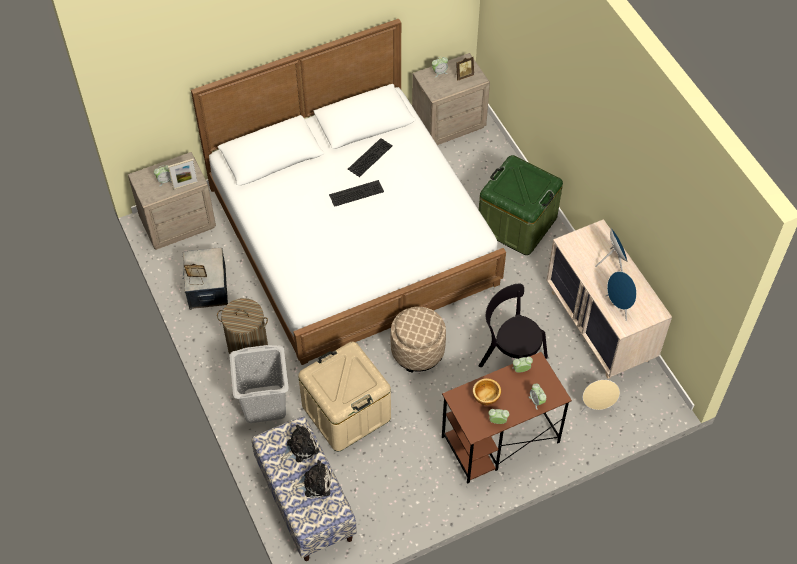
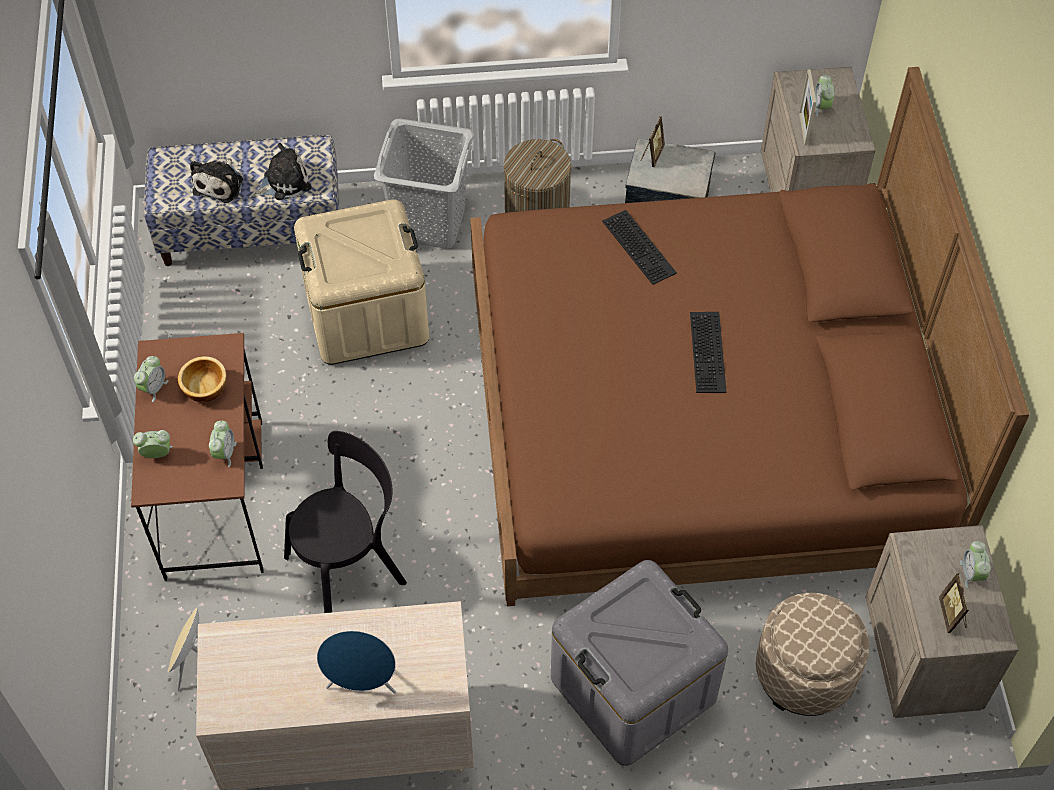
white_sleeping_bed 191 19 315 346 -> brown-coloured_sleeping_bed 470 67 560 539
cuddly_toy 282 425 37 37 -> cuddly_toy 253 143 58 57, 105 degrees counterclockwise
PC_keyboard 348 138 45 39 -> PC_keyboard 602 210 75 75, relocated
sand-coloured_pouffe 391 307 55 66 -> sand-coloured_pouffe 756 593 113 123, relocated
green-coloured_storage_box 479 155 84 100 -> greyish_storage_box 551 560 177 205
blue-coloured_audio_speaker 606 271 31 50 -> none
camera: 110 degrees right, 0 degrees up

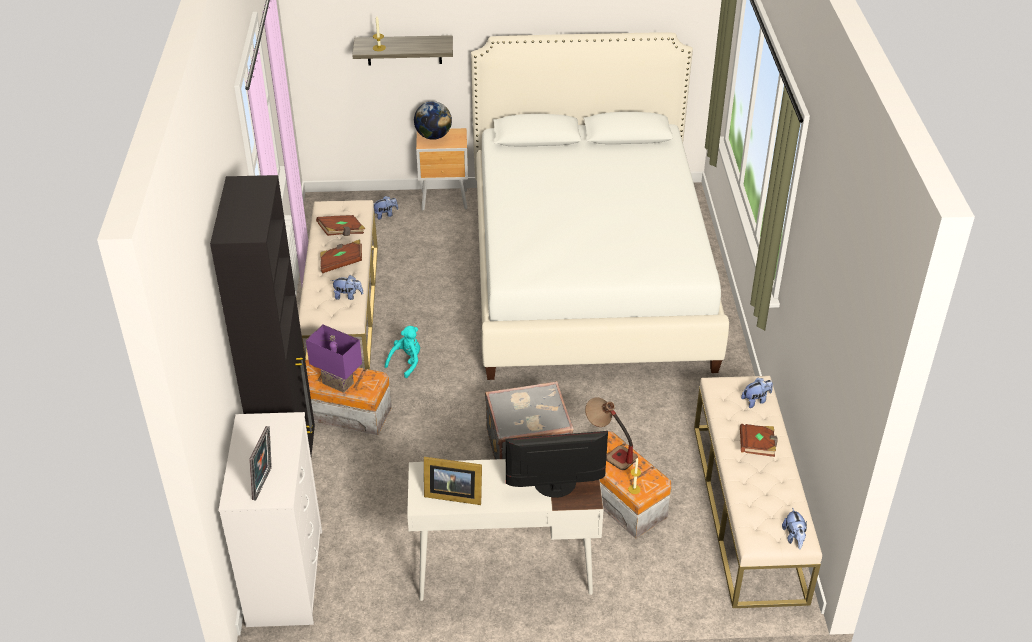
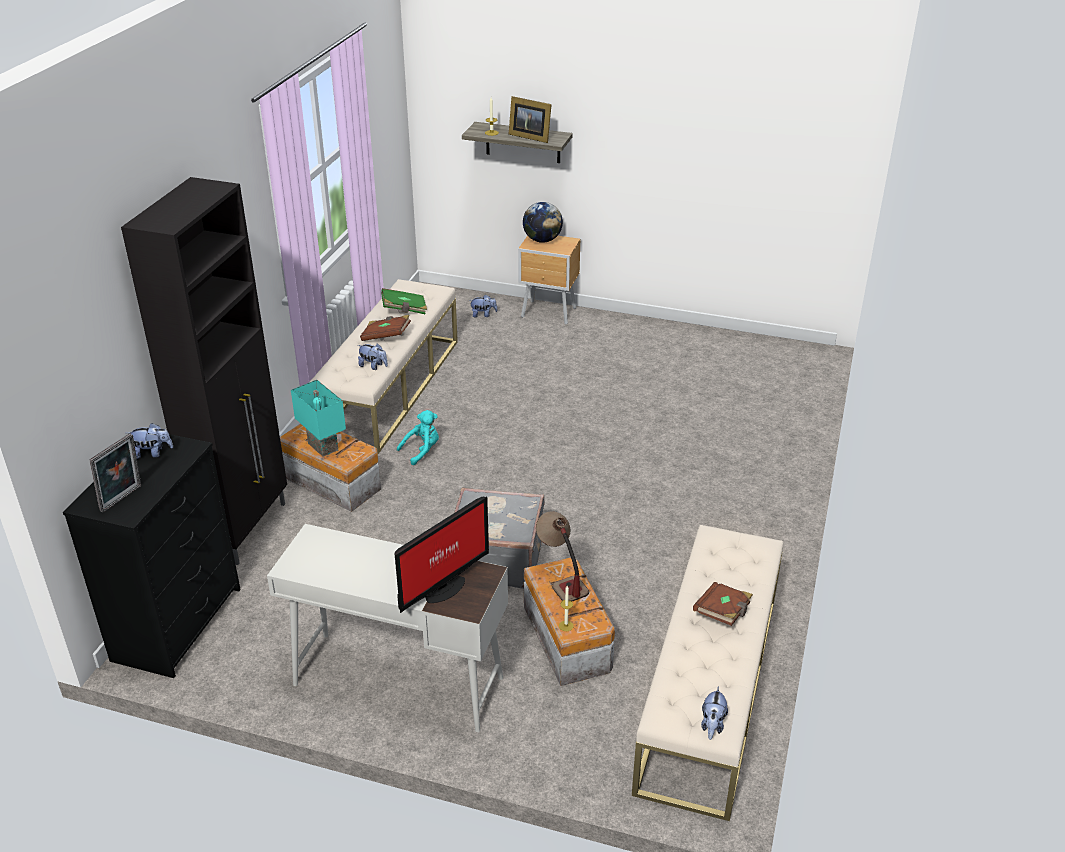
white_dresser 219 412 103 215 -> blackish_dresser 63 434 178 244
purple-coloured_tabletop_lamp 306 325 56 68 -> turquoise-coloured_tabletop_lamp 291 380 55 77
brown-coloured_volume 316 215 50 21 -> green-coloured_volume 381 288 46 26
standing_frame 424 457 58 48 -> standing_frame 509 96 43 47, relocated
white_sleeping_bed 471 32 258 348 -> none
computer_screen 505 431 103 67 -> computer_screen 394 496 95 117, 120 degrees clockwise
cuddly_toy 741 377 32 31 -> cuddly_toy 126 423 47 36, relocated
camera: 20 degrees right, 5 degrees down

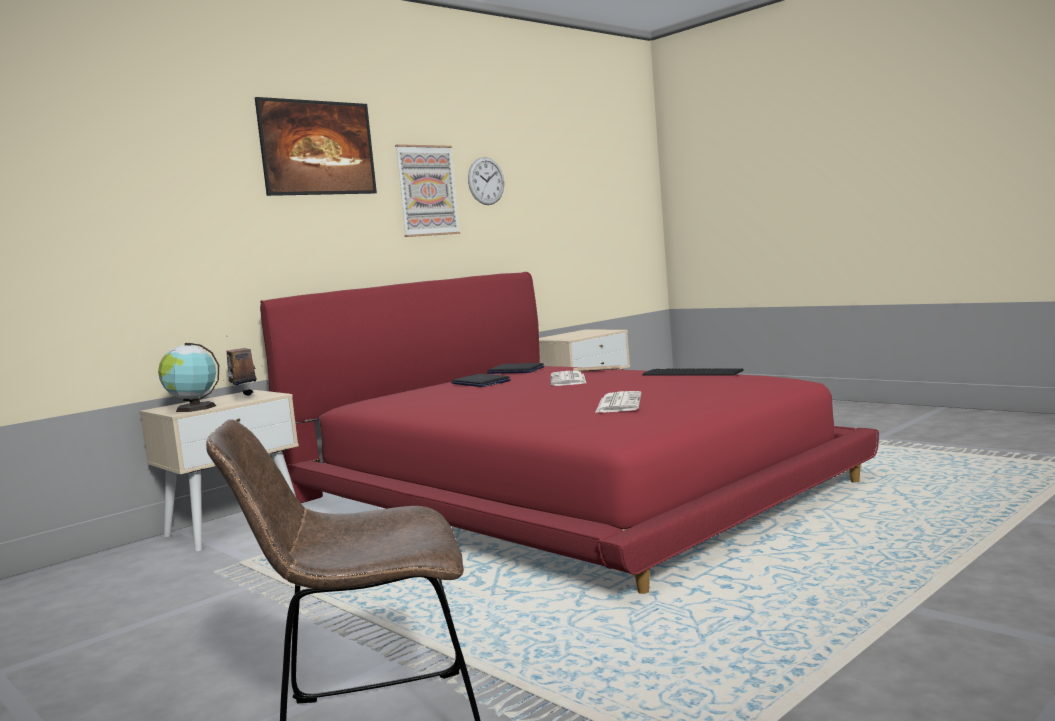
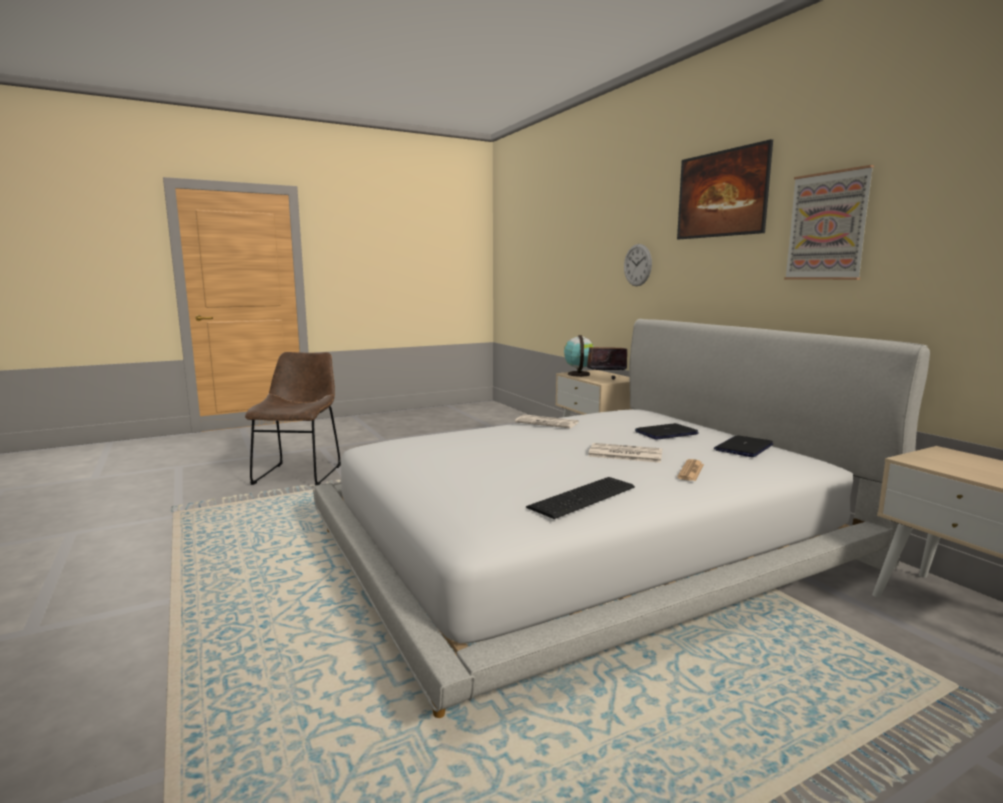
red-coloured_sleeping_bed 260 272 619 322 -> white_sleeping_bed 313 319 617 399
wall_clock 468 157 36 48 -> wall_clock 624 244 28 42, relocated
daily_paper 595 391 46 22 -> daily_paper 515 415 64 13, relocated
camera: 105 degrees right, 5 degrees up

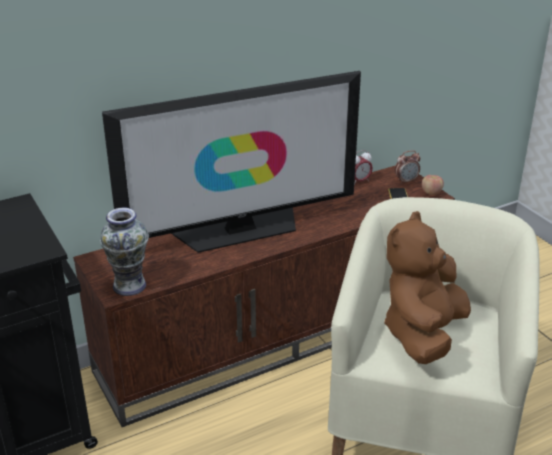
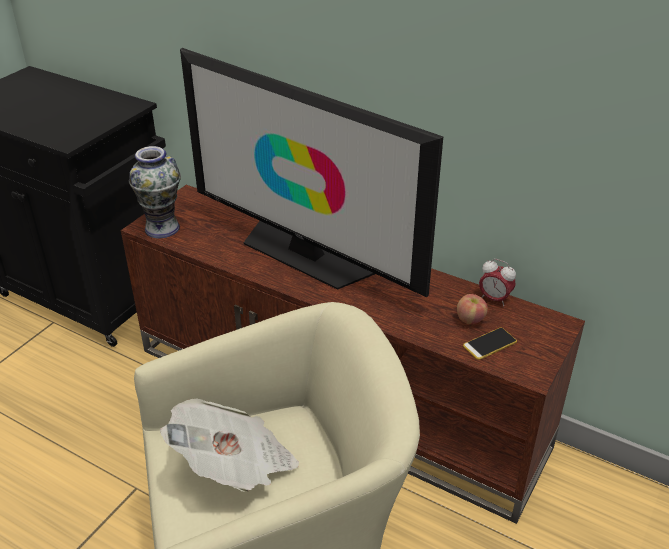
brown-coloured_cuddly_toy 384 211 87 153 -> daily_paper 160 398 139 94
bedside_clock 394 150 26 34 -> none
apple 422 175 22 20 -> apple 457 294 31 30, relocated
camera: 60 degrees right, 5 degrees up

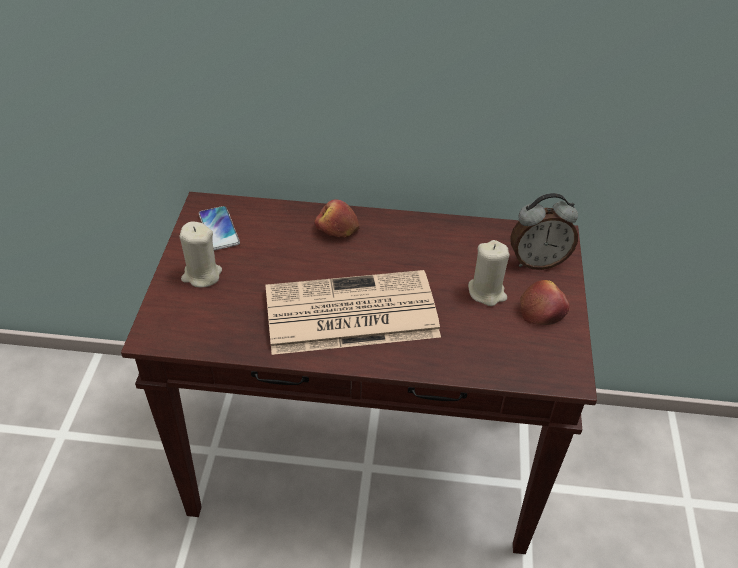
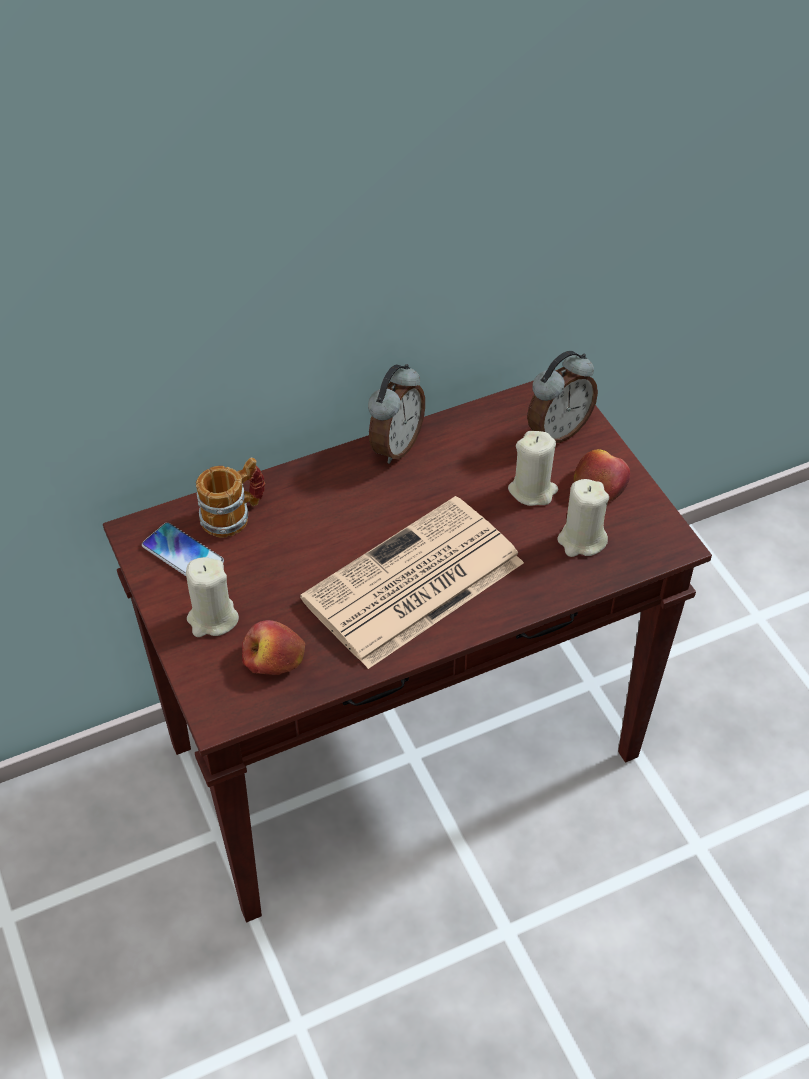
apple 315 199 45 38 -> apple 242 620 63 55, relocated
none -> tea_mug 196 458 69 79
none -> bedside_clock 368 364 57 100
none -> sand-coloured_candle 557 479 52 78
camera: 30 degrees left, 5 degrees up

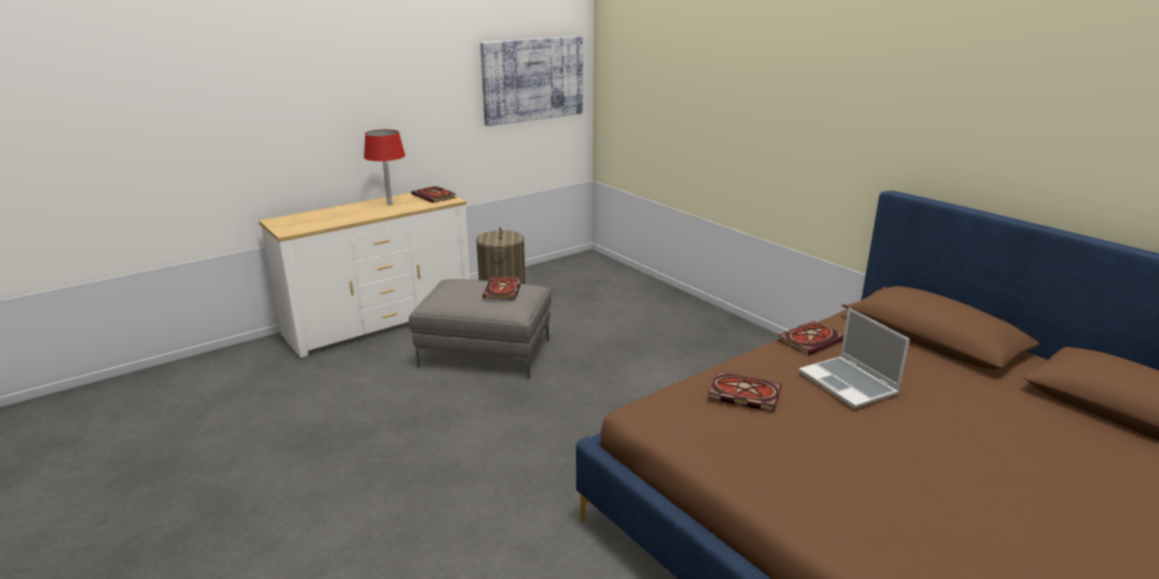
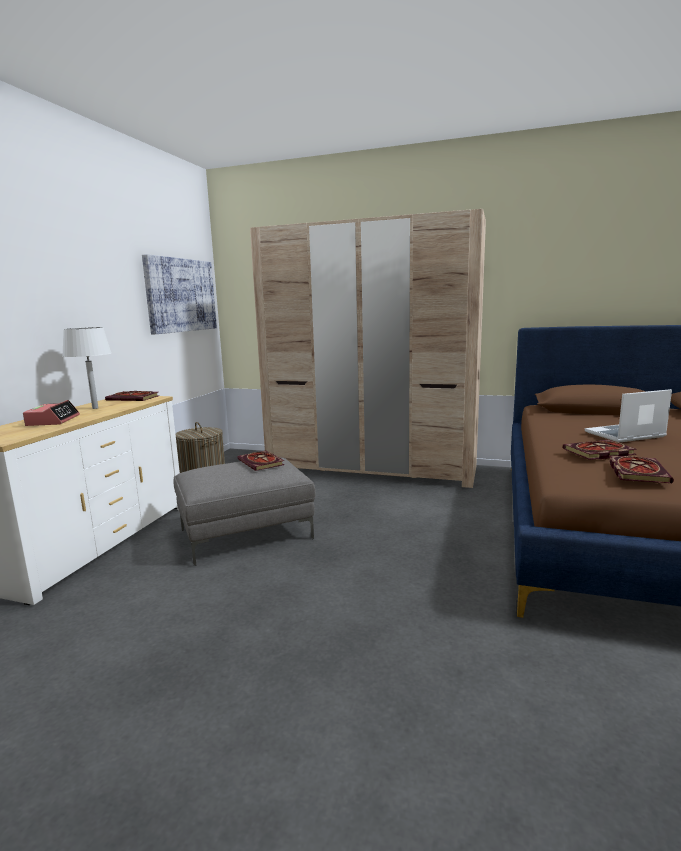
red-coloured_tabletop_lamp 364 129 41 76 -> white_tabletop_lamp 62 327 50 82
volume 777 321 67 34 -> volume 609 455 65 28, relocated
laptop 799 308 111 100 -> laptop 585 389 87 54, 135 degrees clockwise
none -> bedside_clock 23 400 57 26
none -> sand-coloured_armoire 250 209 236 279
camera: 35 degrees left, 10 degrees down

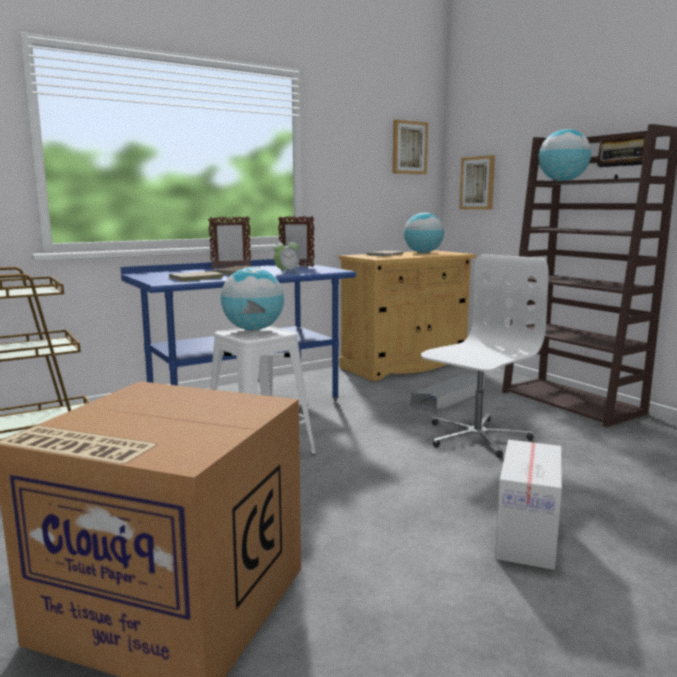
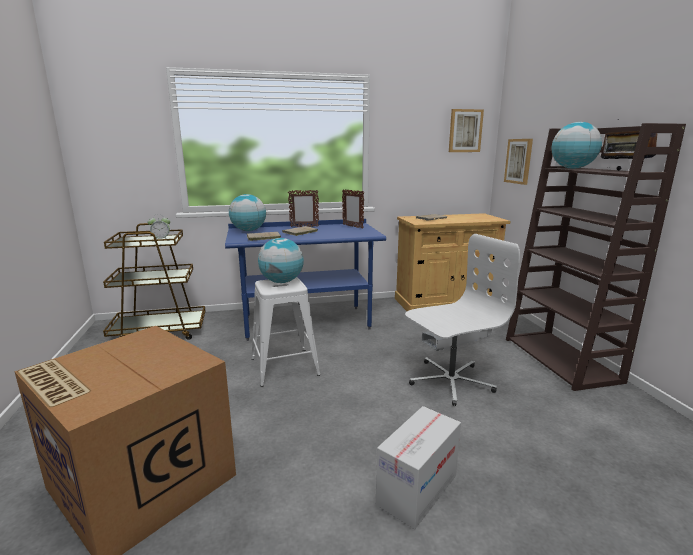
bedside_clock 273 238 27 36 -> bedside_clock 148 214 22 28, relocated
desk_globe 404 212 40 41 -> desk_globe 229 194 37 37, relocated
camera: 20 degrees right, 5 degrees up

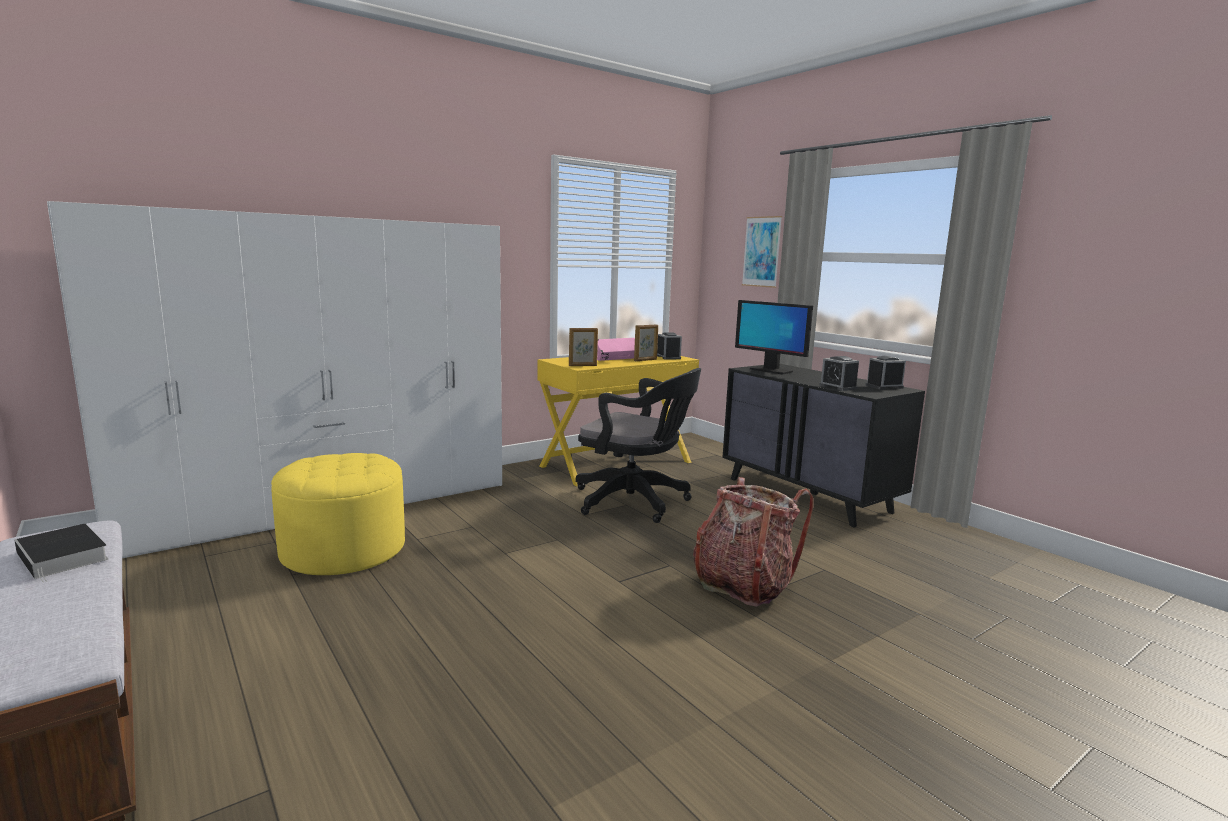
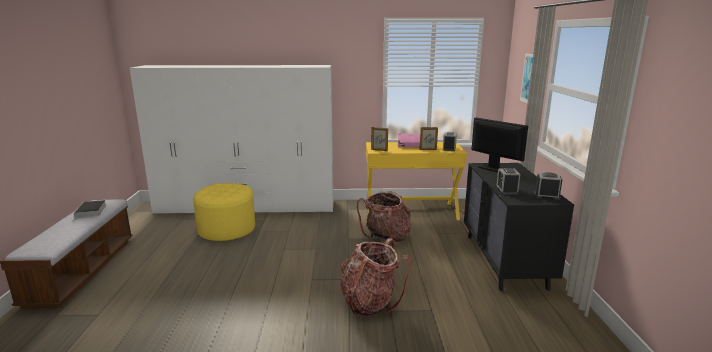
blackish_desk_chair 575 368 127 155 -> knapsack 357 191 54 51
computer_screen 735 300 78 75 -> computer_screen 471 117 57 55, 150 degrees clockwise
camera: 35 degrees right, 5 degrees up

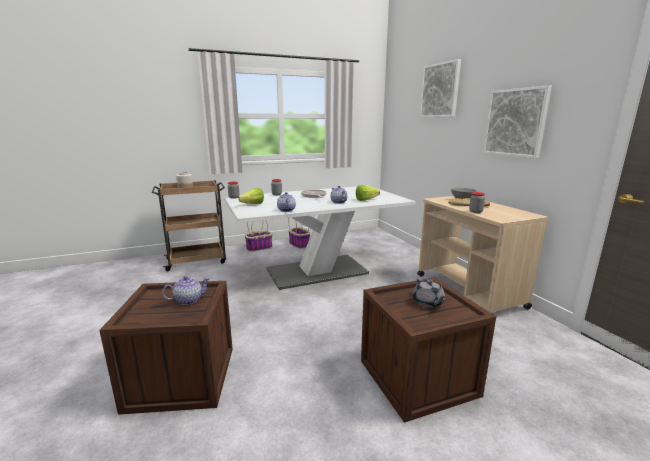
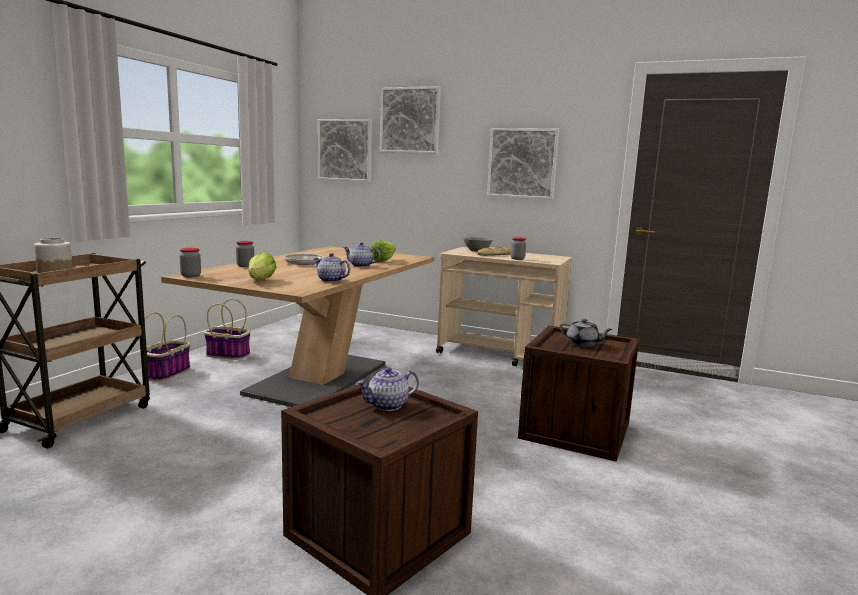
pot_for_tea 162 276 48 29 -> pot_for_tea 356 367 63 44, 135 degrees counterclockwise
white_dining_table 224 186 192 104 -> brown-coloured_dining_table 161 246 274 161
none -> picture 318 119 54 63
camera: 45 degrees left, 5 degrees down

